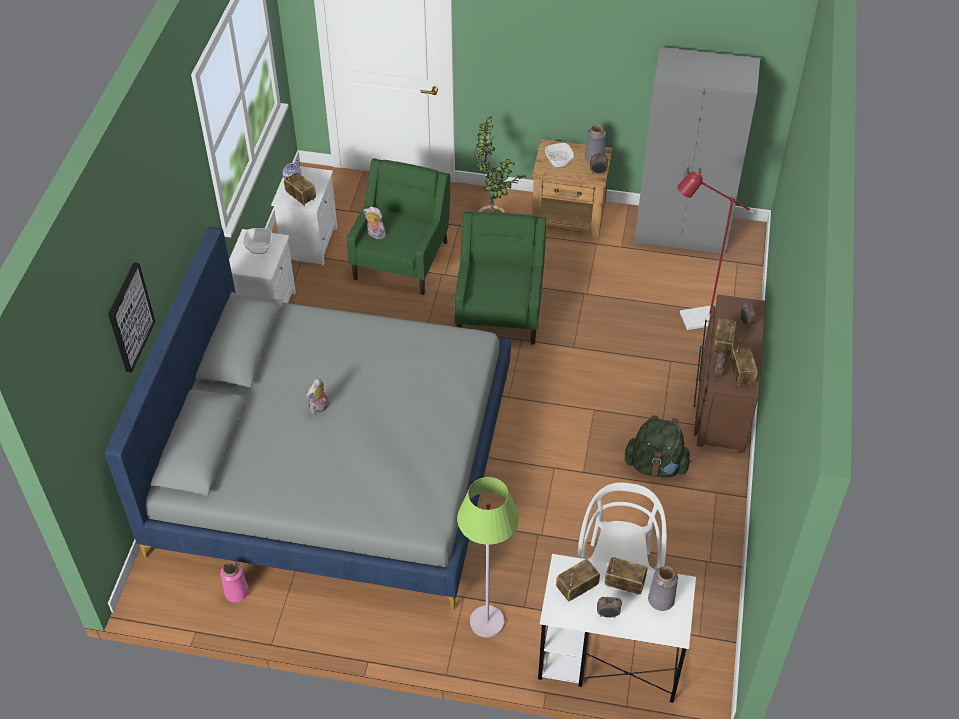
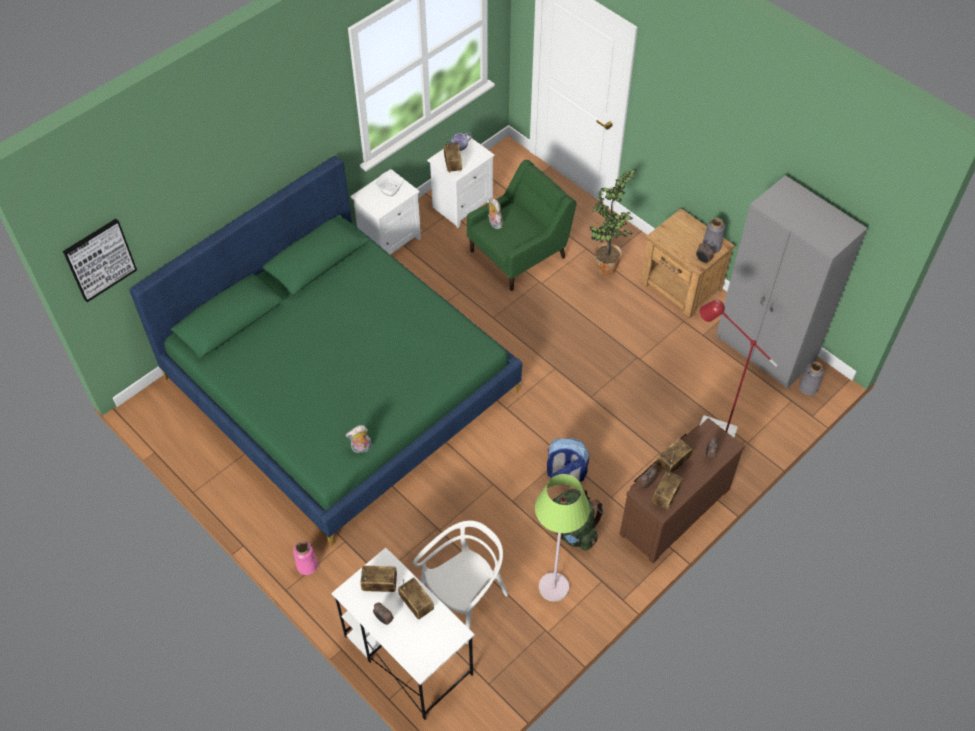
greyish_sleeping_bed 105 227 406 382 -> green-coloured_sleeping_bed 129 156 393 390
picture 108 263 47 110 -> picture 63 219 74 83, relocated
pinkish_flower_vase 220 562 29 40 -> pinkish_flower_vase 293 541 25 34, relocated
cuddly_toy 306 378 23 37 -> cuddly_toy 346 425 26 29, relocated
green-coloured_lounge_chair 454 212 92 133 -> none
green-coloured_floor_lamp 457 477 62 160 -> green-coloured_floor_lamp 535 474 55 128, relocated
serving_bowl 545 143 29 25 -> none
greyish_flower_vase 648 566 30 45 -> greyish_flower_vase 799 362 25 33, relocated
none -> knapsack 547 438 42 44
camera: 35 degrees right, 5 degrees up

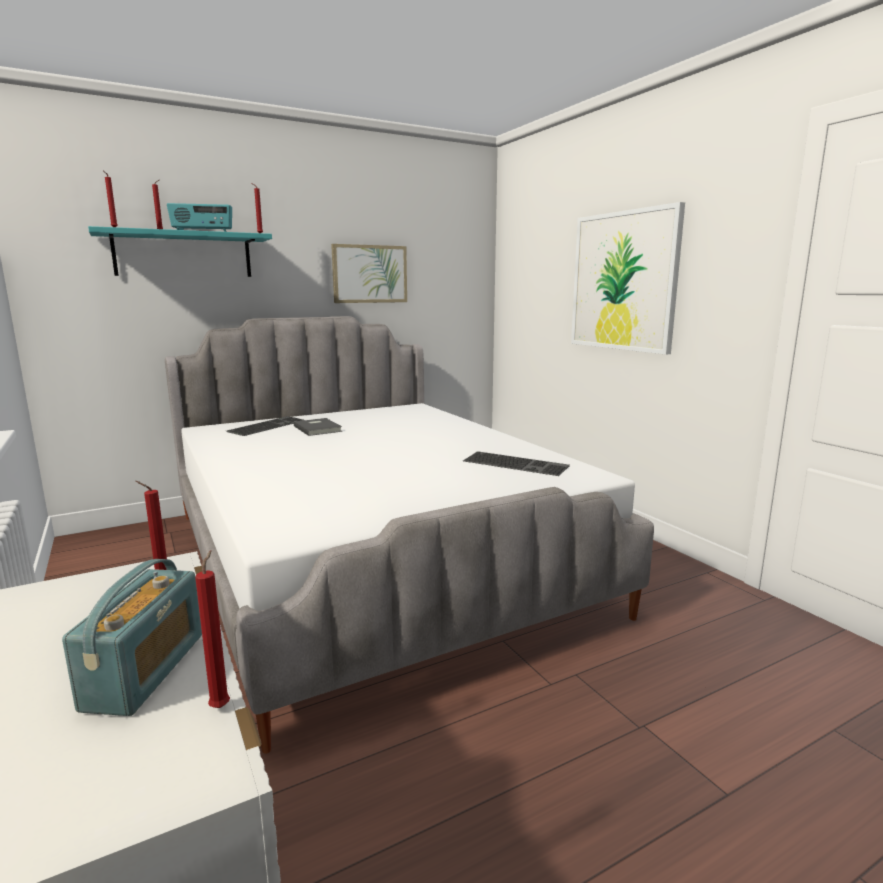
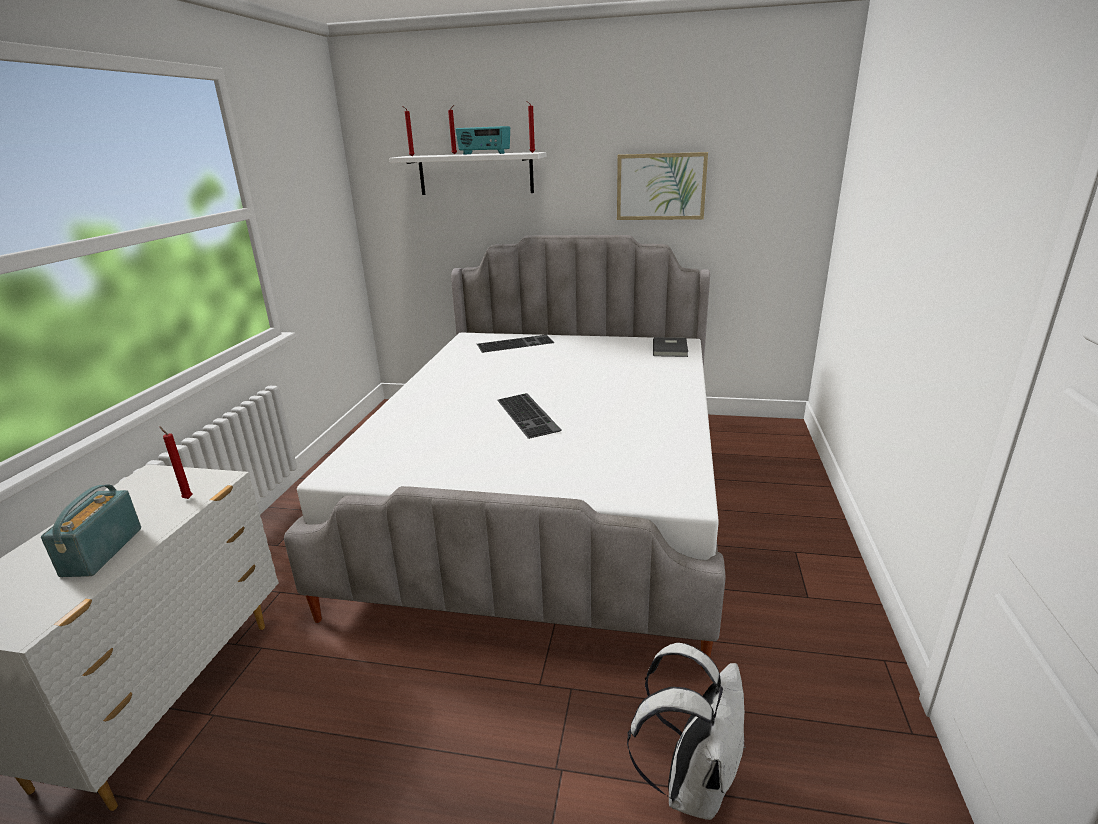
radio 62 559 140 157 -> radio 41 485 100 92, 135 degrees clockwise
turquoise-coloured_wall_shelf 88 226 184 51 -> white_wall_shelf 389 152 158 43
red-coloured_candle 195 551 35 157 -> none
greyish_volume 294 418 48 18 -> greyish_volume 653 337 35 20, relocated
PC_keyboard 463 451 107 25 -> PC_keyboard 497 393 64 46, relocated
picture 571 202 114 153 -> none
none -> white_knapsack 627 643 119 177
camera: 40 degrees right, 10 degrees up

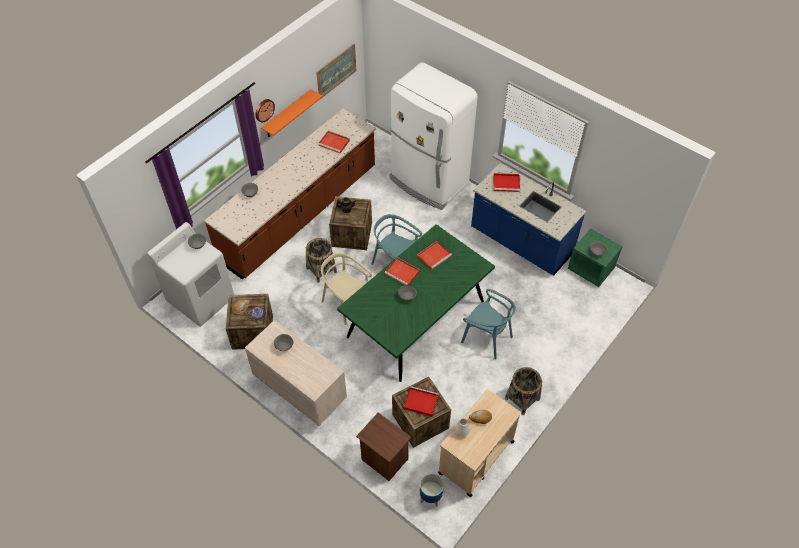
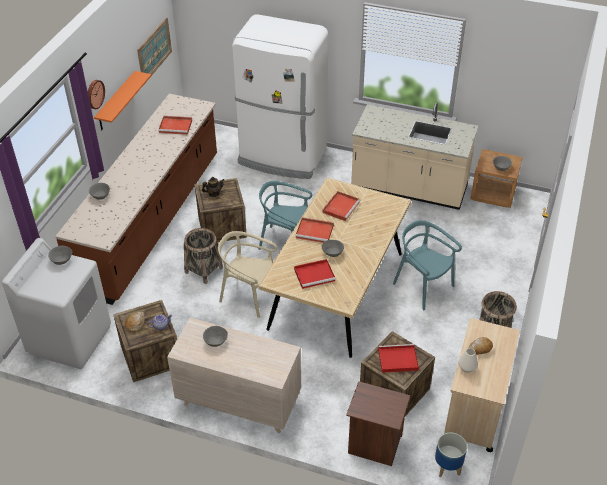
green-coloured_dining_table 337 224 158 158 -> sand-coloured_dining_table 258 178 153 180
turquoise-coloured_plain_chair 461 289 55 70 -> turquoise-coloured_plain_chair 393 220 69 90, 150 degrees counterclockwise
blue-coloured_kitchen_base_unit 471 163 115 112 -> sand-coloured_kitchen_base_unit 351 103 127 107
red-coloured_serving_tray 494 173 26 19 -> red-coloured_serving_tray 294 259 42 30, relocated
green-coloured_nightstand 568 229 54 58 -> brown-coloured_nightstand 470 149 53 59
camera: 20 degrees left, 10 degrees down

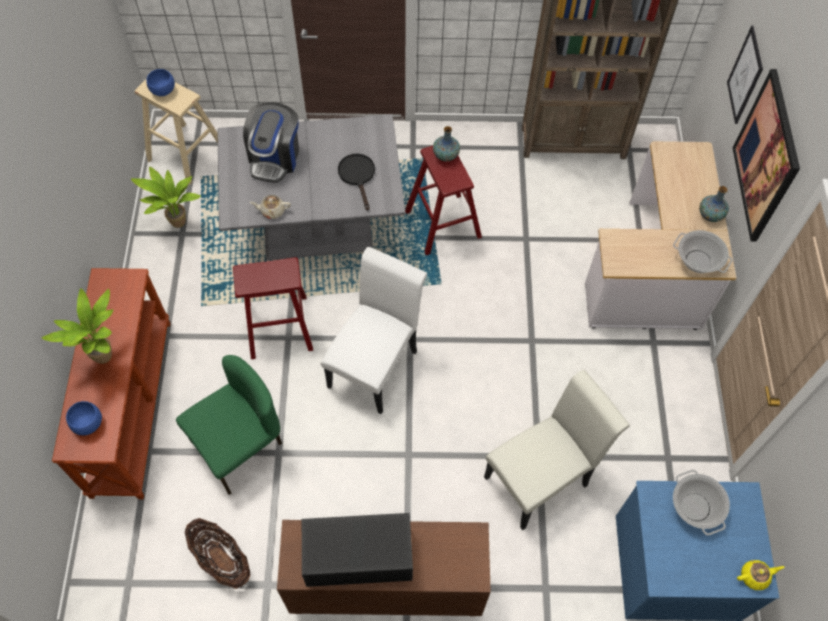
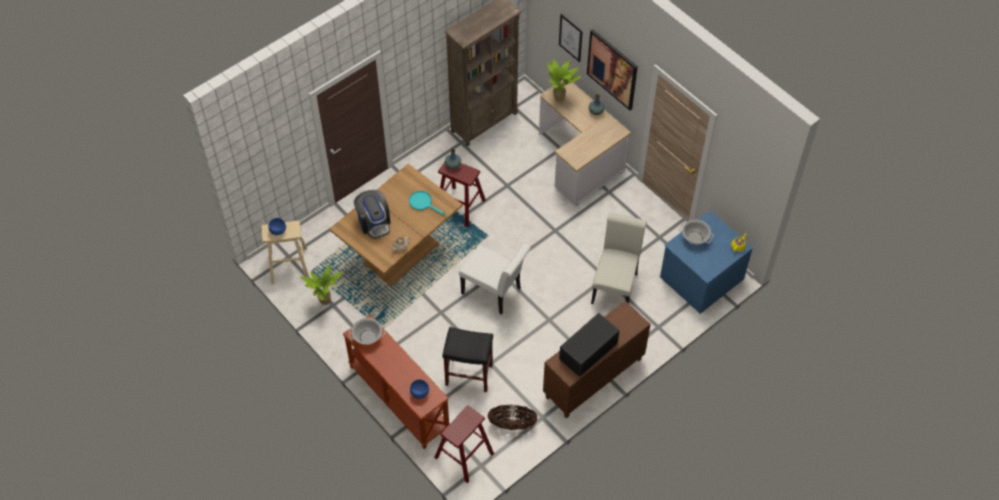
plant_in_a_pot 41 288 72 76 -> plant_in_a_pot 547 59 35 43, relocated
green-coloured_plain_chair 176 355 106 140 -> blackish_stool_seat 443 327 50 65
greyish_dining_table 217 114 188 146 -> brown-coloured_dining_table 329 164 134 122
red-coloured_stool_seat 233 257 80 102 -> red-coloured_stool_seat 434 405 60 78, relocated
white_plain_chair 321 247 106 167 -> white_plain_chair 459 244 72 71, 135 degrees clockwise
blackish_skillet 338 154 37 57 -> turquoise-coloured_skillet 409 191 37 25
saucepot 673 230 60 43 -> saucepot 349 318 36 27, relocated
camera: 40 degrees left, 5 degrees down

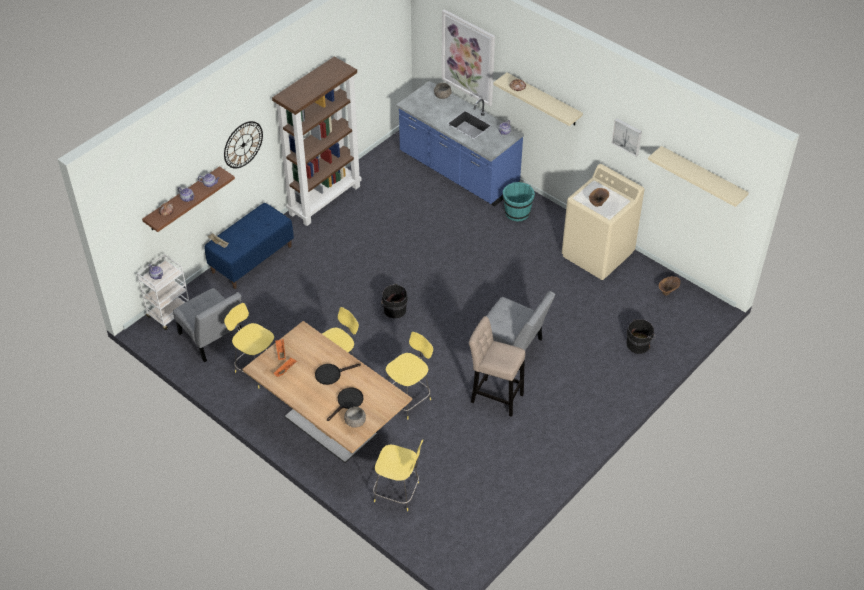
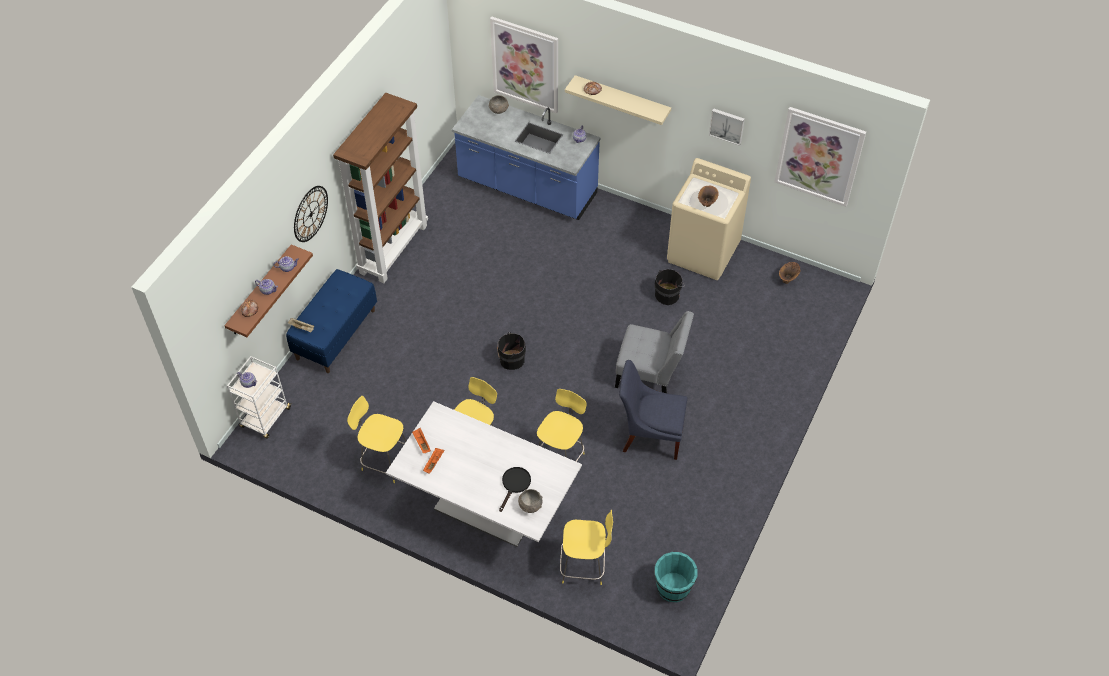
greyish_plain_chair 173 288 69 75 -> none
brown-coloured_dining_table 242 321 170 142 -> white_dining_table 386 401 196 146
blackish_skillet 315 363 46 22 -> none
sand-coloured_stool_seat 469 316 56 101 -> blue-coloured_plain_chair 619 360 69 100
turquoise-coloured_bucket 503 182 32 39 -> turquoise-coloured_bucket 654 552 43 50, relocated
blackish_bucket 627 319 29 35 -> blackish_bucket 654 269 31 36, relocated
sand-coloured_wall_shelf 648 146 101 61 -> picture 775 107 91 100
camera: 15 degrees left, 5 degrees up

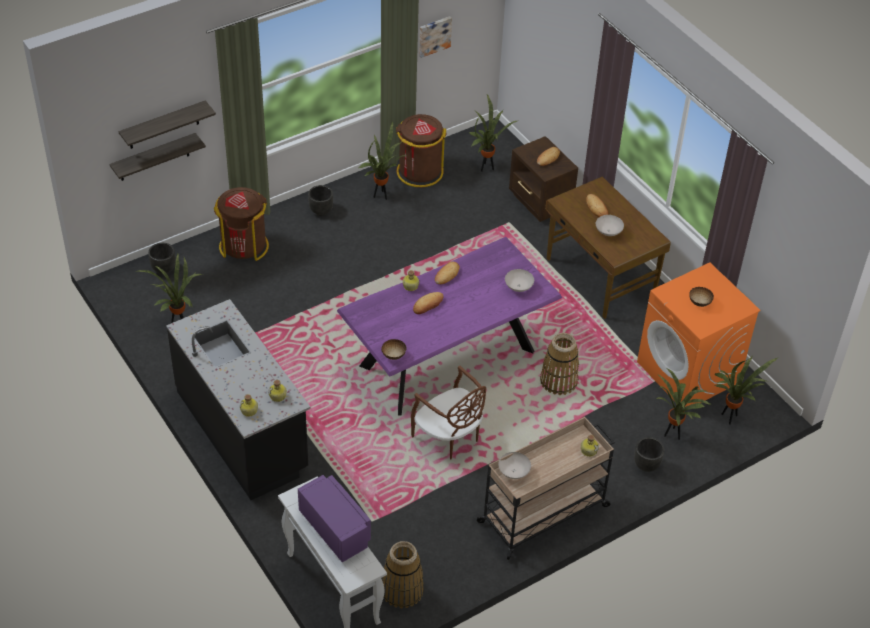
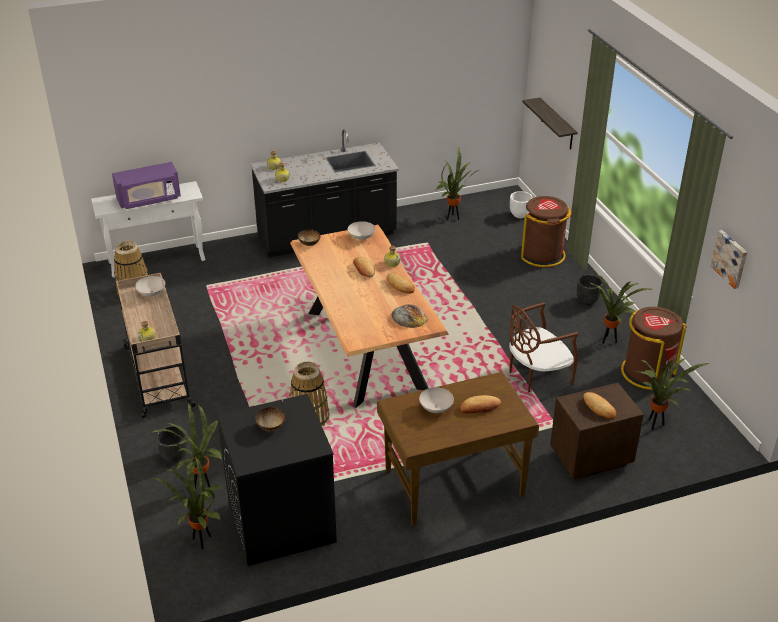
wall_shelf 118 100 98 49 -> none
blackish_plant_pot 148 243 27 31 -> white_plant_pot 510 191 23 27
purple-coloured_dining_table 337 237 225 179 -> brown-coloured_dining_table 290 225 159 183
brown-coloured_plain_chair 411 365 75 94 -> brown-coloured_plain_chair 509 302 69 91, relocated
white_serving_bowl 505 269 29 23 -> white_serving_bowl 348 221 27 19, relocated
orange_washing_machine 637 262 124 145 -> blackish_washing_machine 217 394 120 172
none -> baked_bread 391 304 37 24
camera: 105 degrees right, 10 degrees down

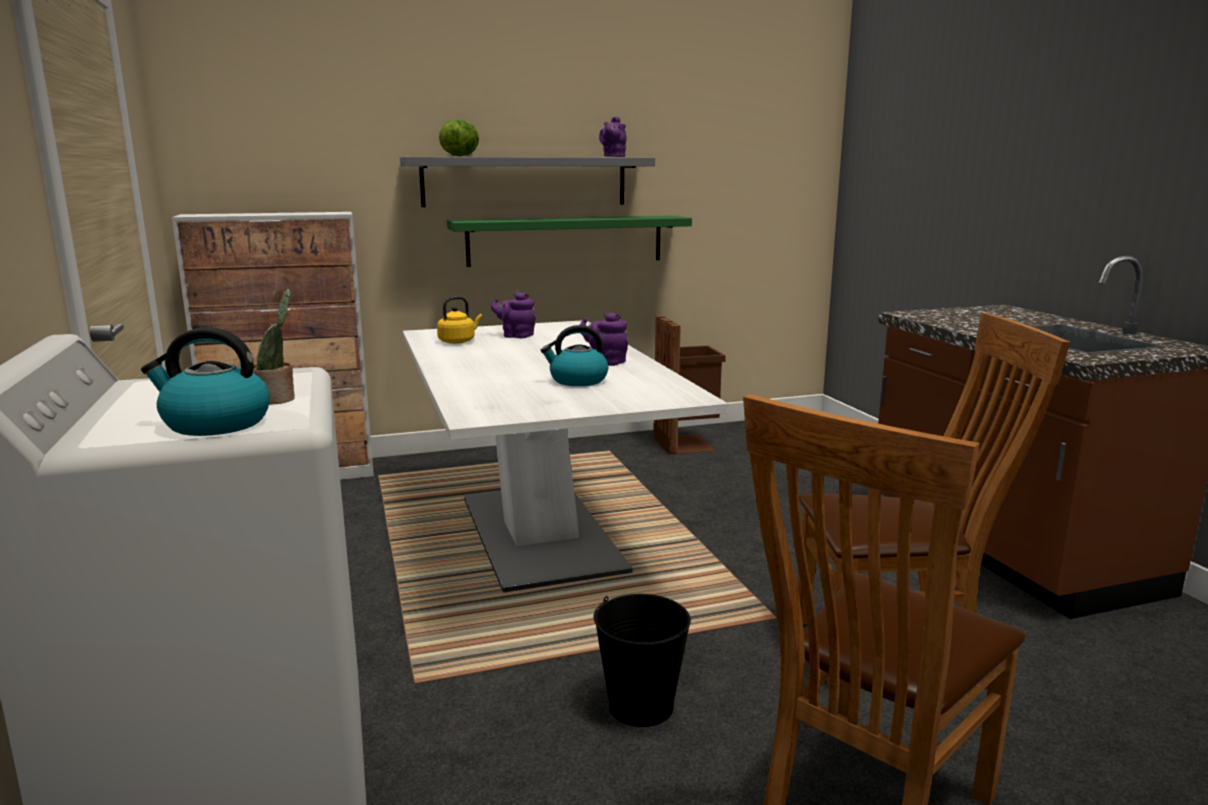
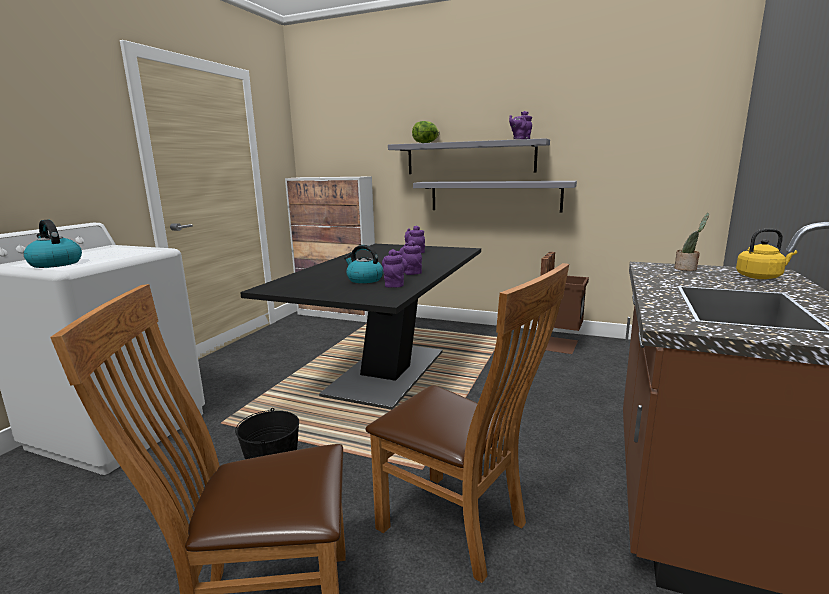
plant_in_a_pot 253 289 42 116 -> plant_in_a_pot 674 213 35 58, relocated
white_dining_table 403 321 326 272 -> blackish_dining_table 240 244 241 166
yellow-coloured_tea_kettle 437 296 45 48 -> yellow-coloured_tea_kettle 736 229 61 50, relocated
green-coloured_wall_shelf 447 216 245 51 -> greyish_wall_shelf 413 181 164 31
none -> purple-coloured_pot_for_tea 382 249 26 38
camera: 40 degrees right, 0 degrees up

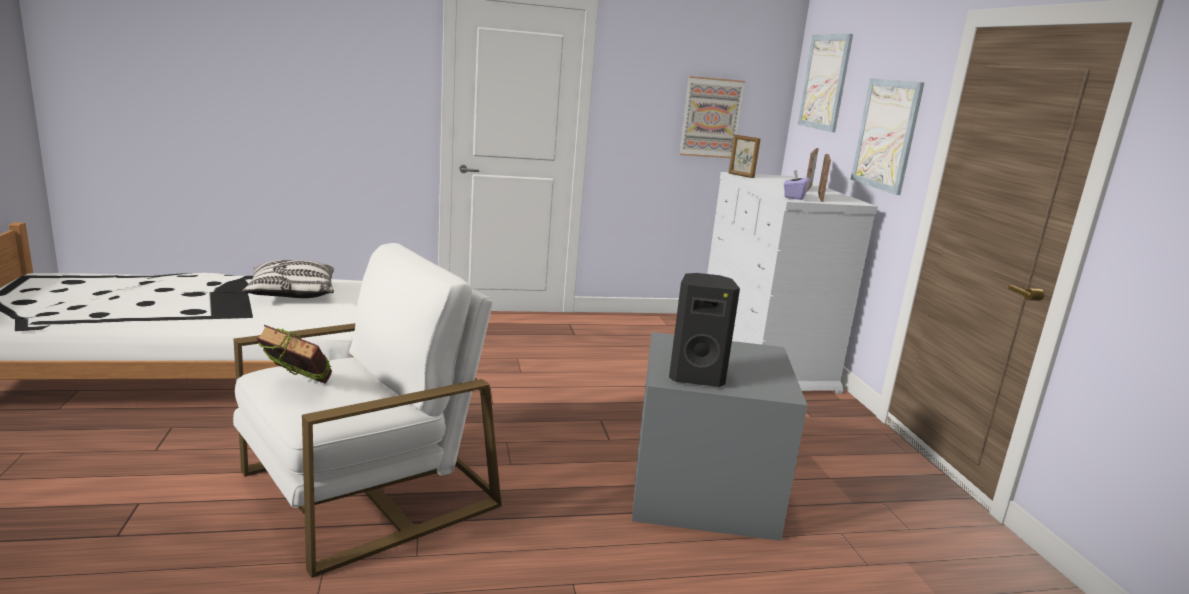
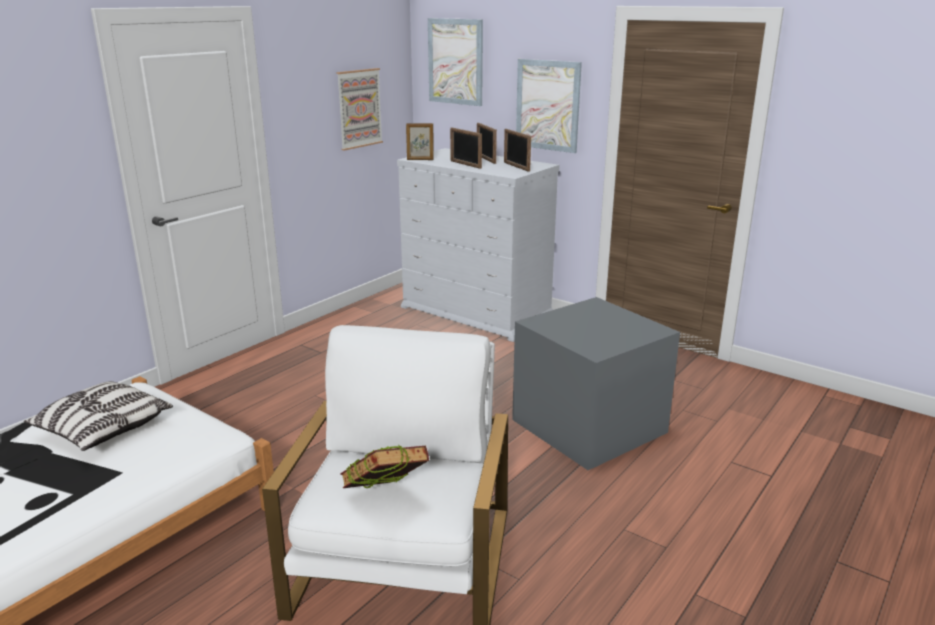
blackish_audio_speaker 669 273 71 114 -> none
purple-coloured_tissue_holder 784 169 26 31 -> none
none -> standing_frame 450 127 32 42
camera: 40 degrees left, 5 degrees up

